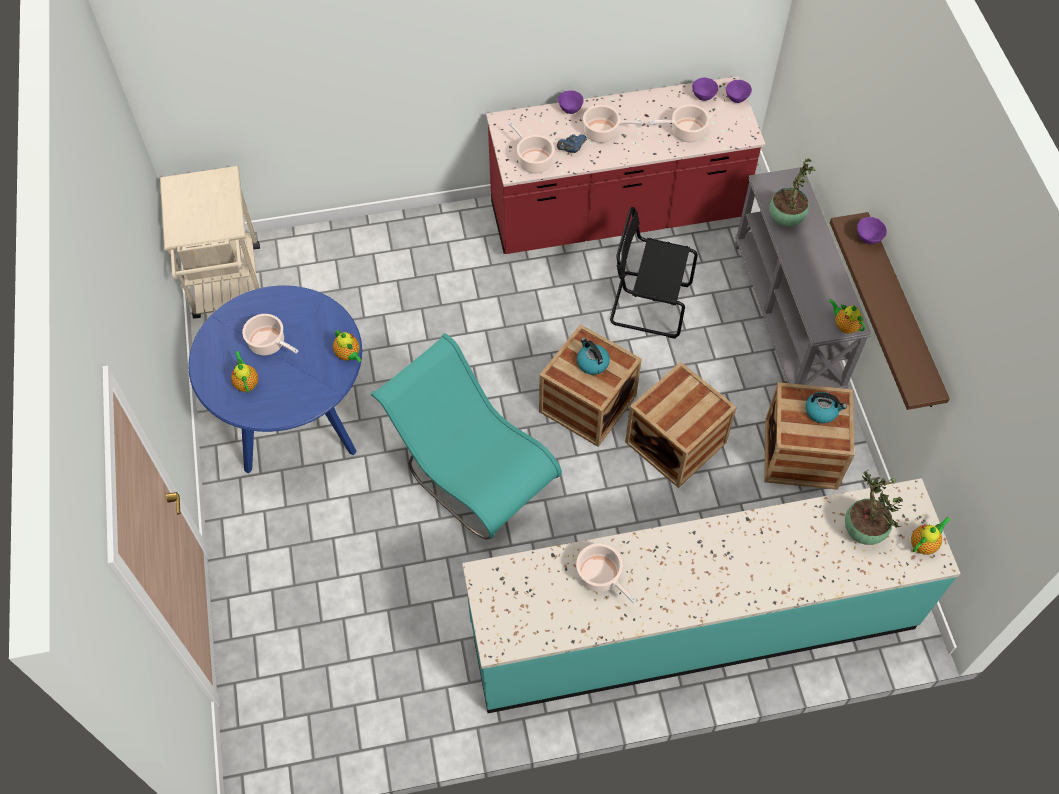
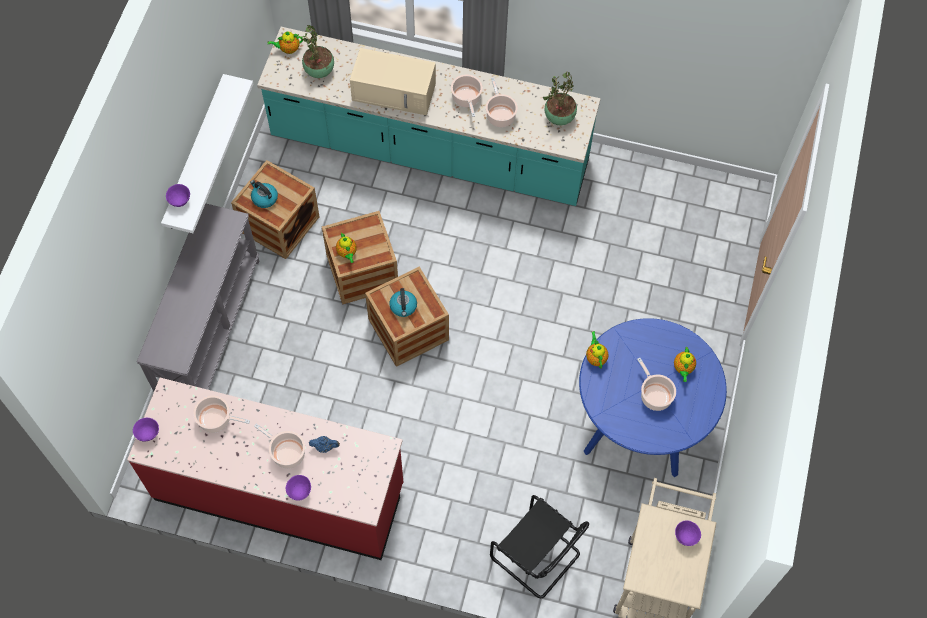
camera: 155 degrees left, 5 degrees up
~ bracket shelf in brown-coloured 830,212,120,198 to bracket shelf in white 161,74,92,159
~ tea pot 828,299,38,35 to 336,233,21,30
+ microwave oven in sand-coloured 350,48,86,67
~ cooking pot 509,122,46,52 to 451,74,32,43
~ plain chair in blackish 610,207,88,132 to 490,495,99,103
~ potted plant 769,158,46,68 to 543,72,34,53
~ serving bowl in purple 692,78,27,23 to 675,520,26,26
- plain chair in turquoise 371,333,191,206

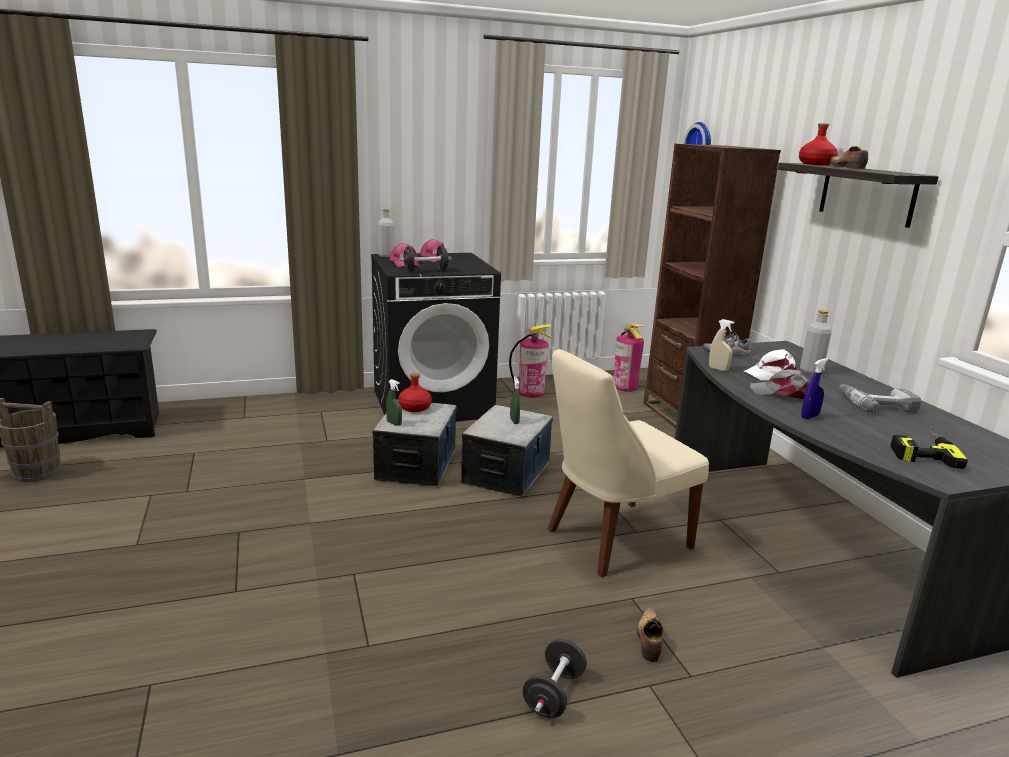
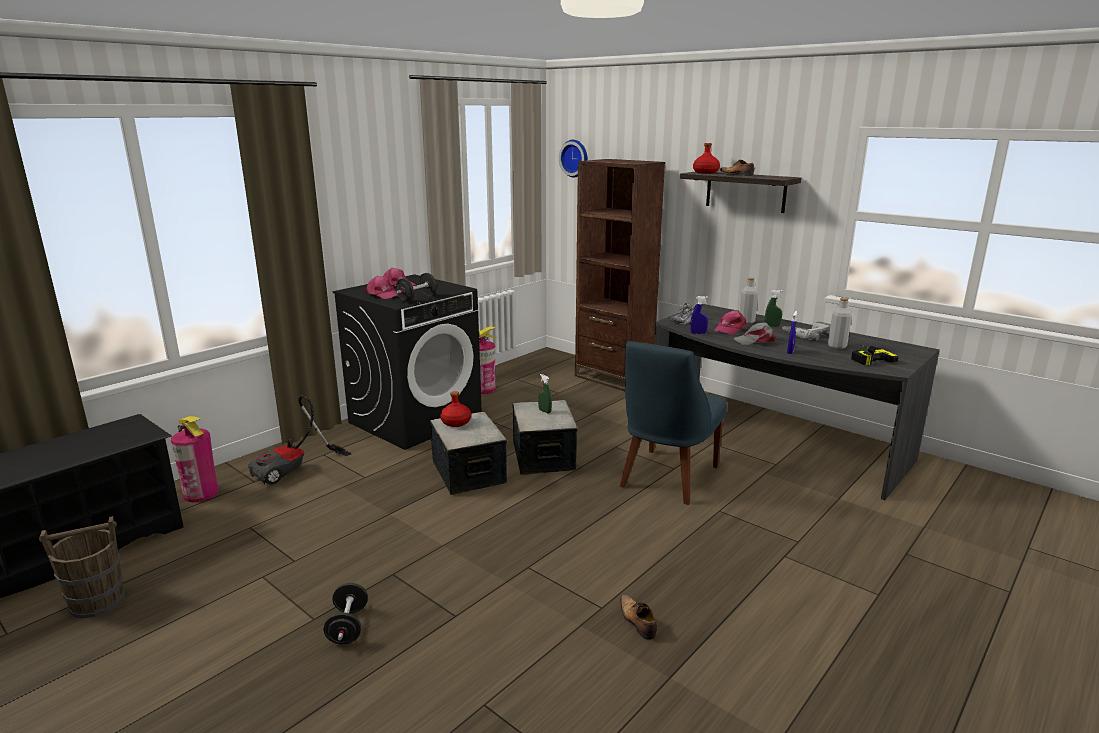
camera: 30 degrees left, 0 degrees up
~ extinguisher 613,324,31,68 to 170,416,49,86
+ vacuum cleaner 248,395,103,90
~ dumbbell in blackish 523,639,64,79 to 324,583,44,61
~ plain chair in sand-coloured 548,349,161,228 to plain chair in blue 620,341,107,164
~ shoe 637,608,27,54 to 620,595,37,45
~ spray bottle in sand-coloured 709,319,25,52 to spray bottle in blue 690,296,18,38
~ cap in white 743,349,53,31 to cap in pink-coloured 714,310,32,25
~ spray bottle in green-coloured 386,379,16,47 to 765,290,18,37
~ beverage bottle in greyish 378,209,17,48 to 828,298,24,51

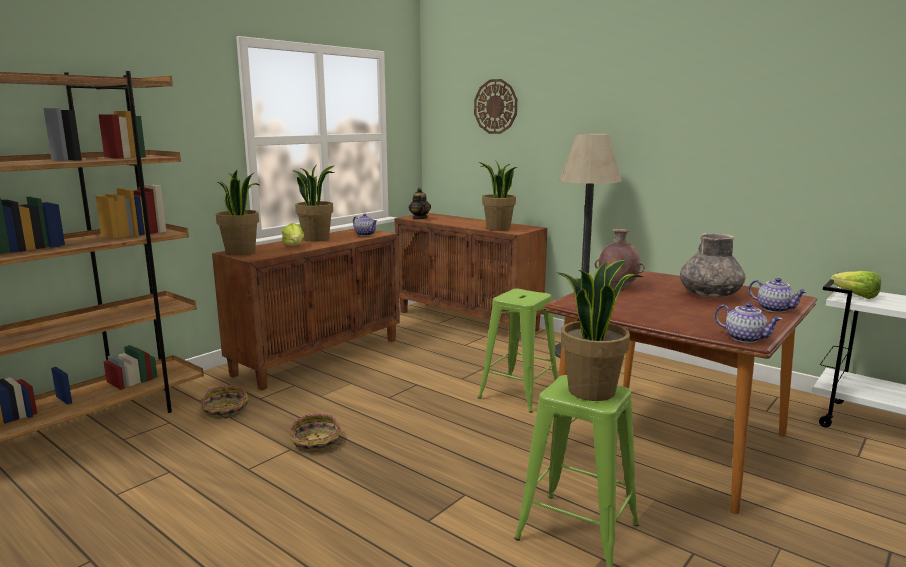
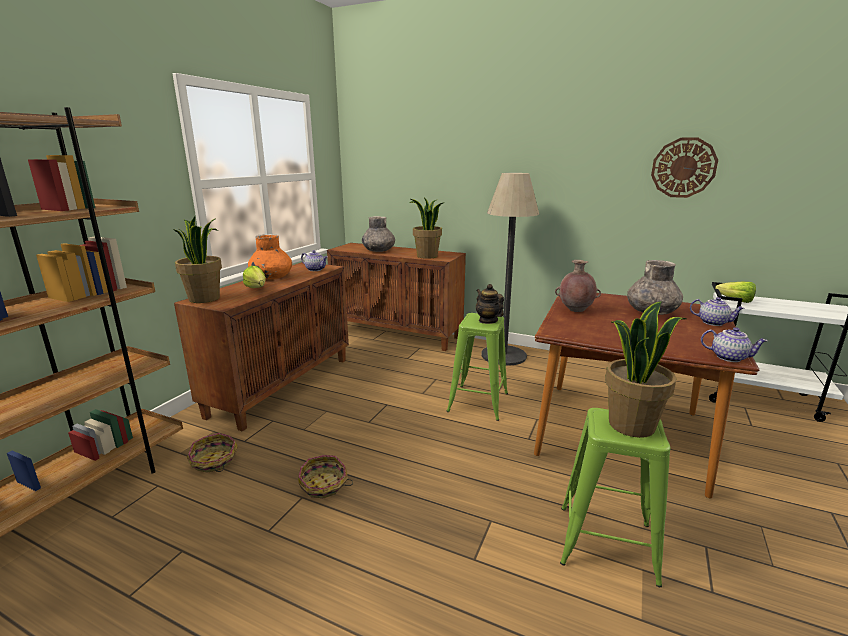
camera: 15 degrees left, 5 degrees up
~ potted plant 292,164,43,77 to decorative vase in orangey 248,234,44,45
+ decorative vase in greyish 362,216,33,36
~ tea pot 408,188,23,32 to 476,284,28,40
~ hanging clock 474,79,43,55 to 651,137,67,61

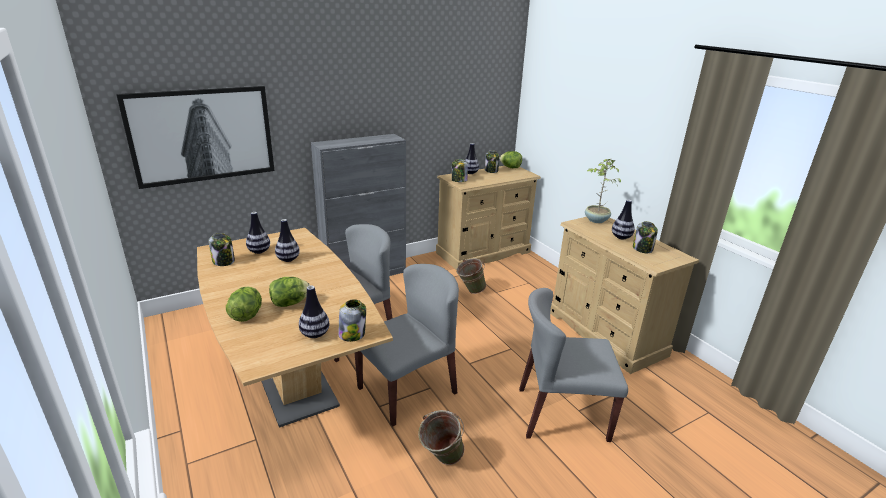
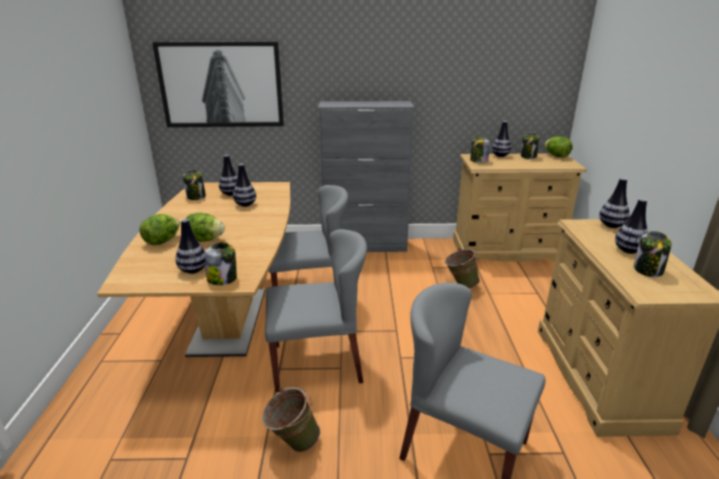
camera: 30 degrees right, 0 degrees up
~ potted plant 585,158,36,65 to decorative vase 599,178,31,50

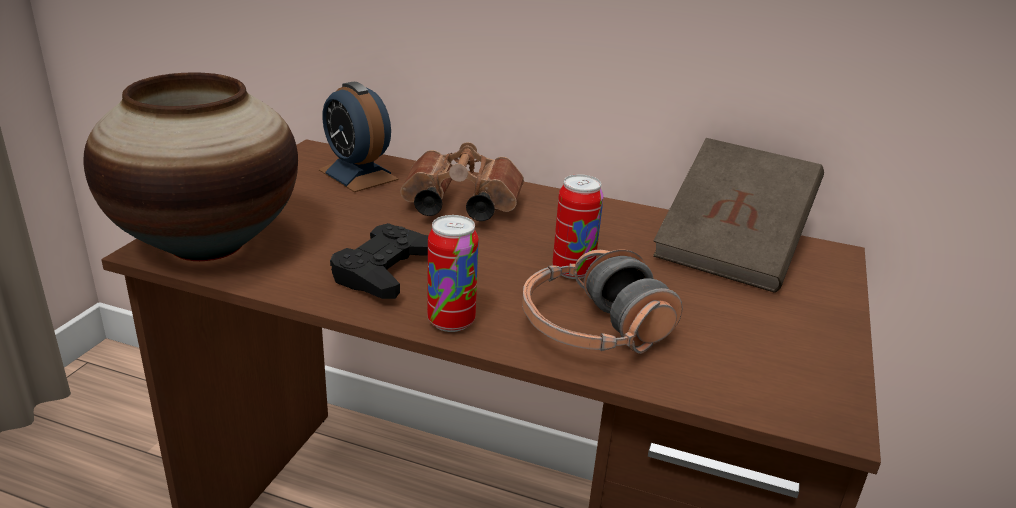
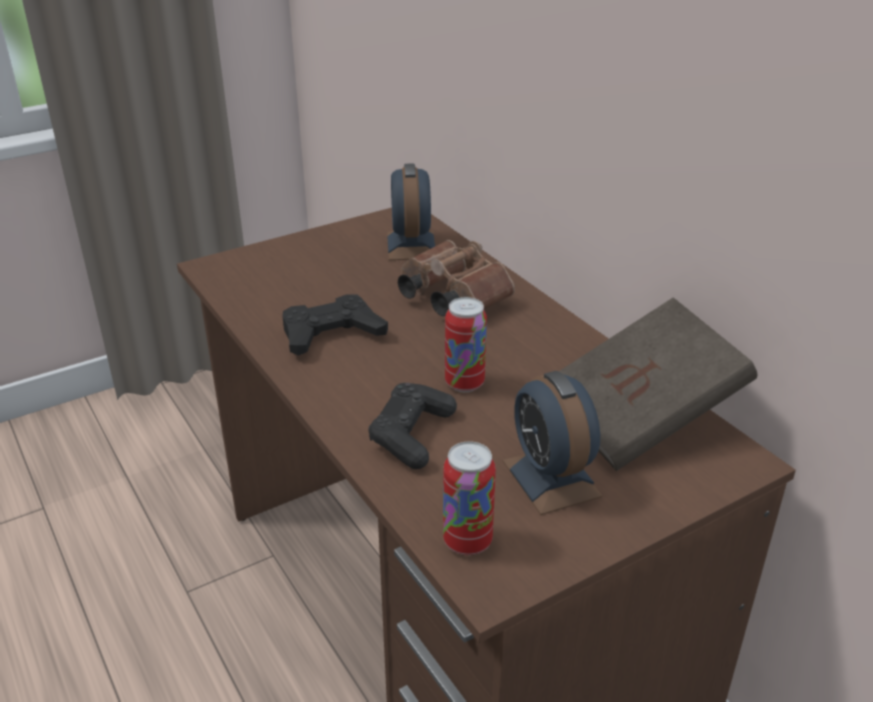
camera: 40 degrees right, 5 degrees up
~ headphones 522,250,161,104 to joypad in blackish 368,383,89,86
~ can 427,215,52,117 to 443,441,53,114
+ table clock 503,371,100,144
- decorative vase 83,72,215,189

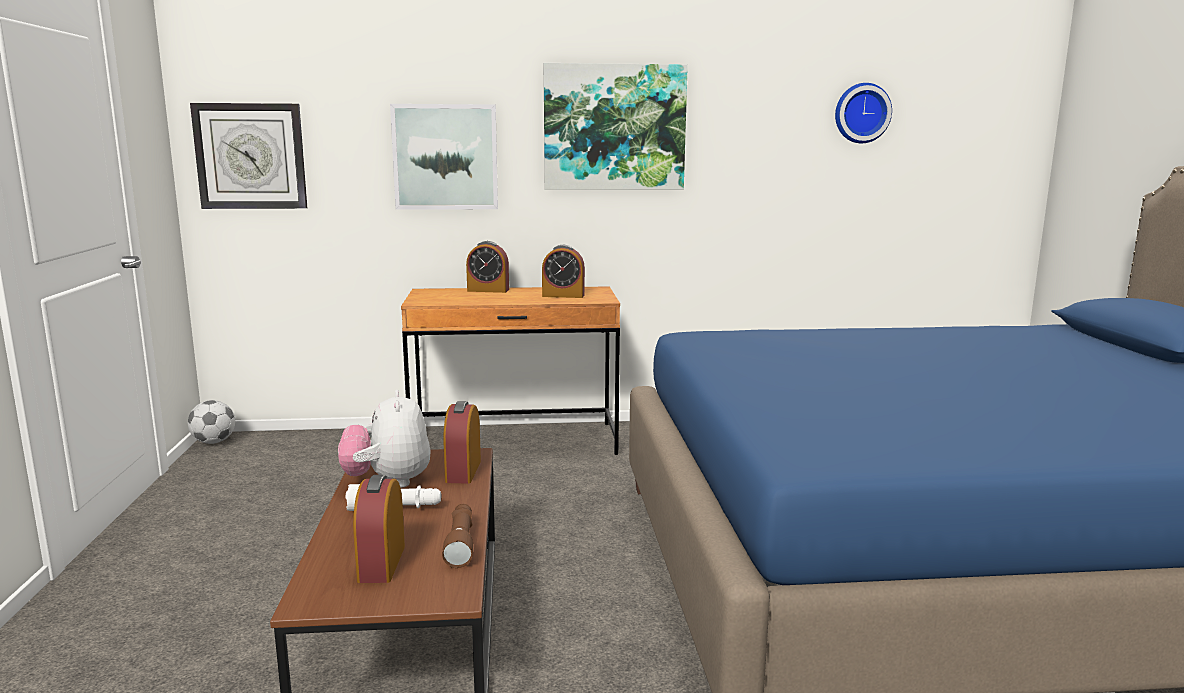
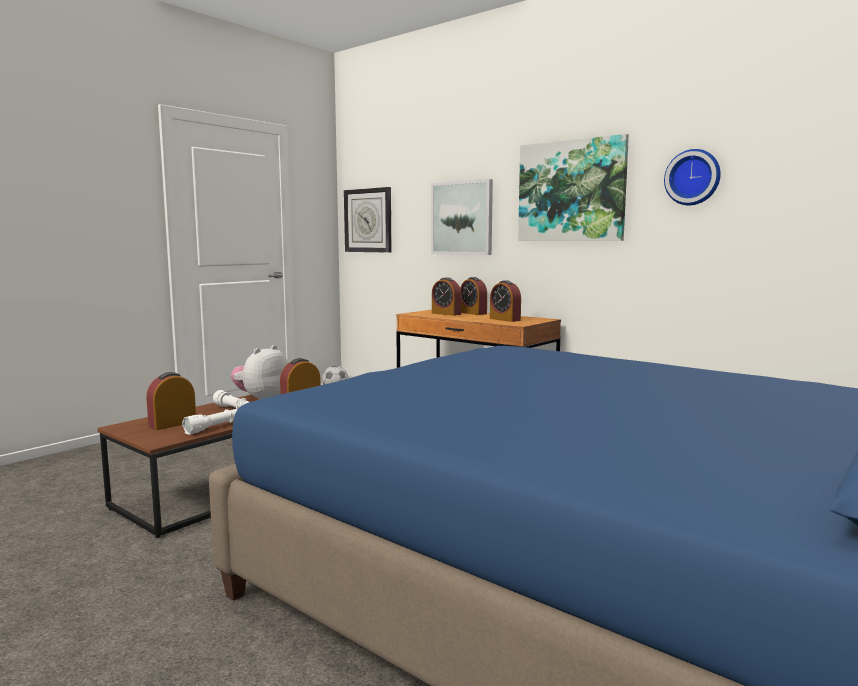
camera: 45 degrees right, 5 degrees down
~ torch in brown-coloured 442,504,31,64 to torch in white 182,409,55,26
+ table clock 432,277,29,39
~ hanging clock 835,83,57,60 to 664,149,57,56

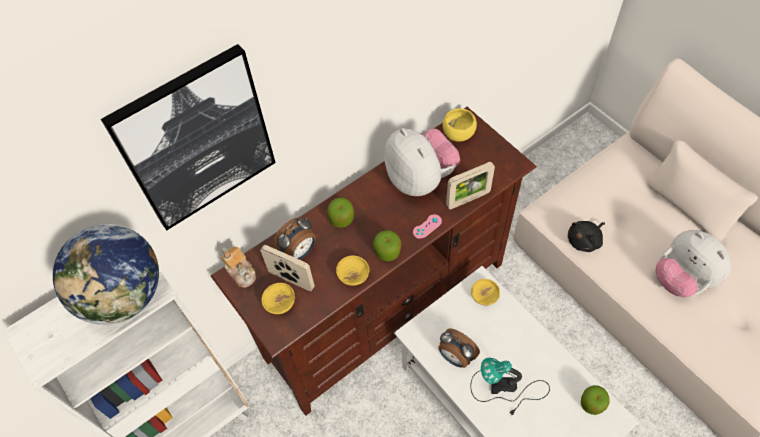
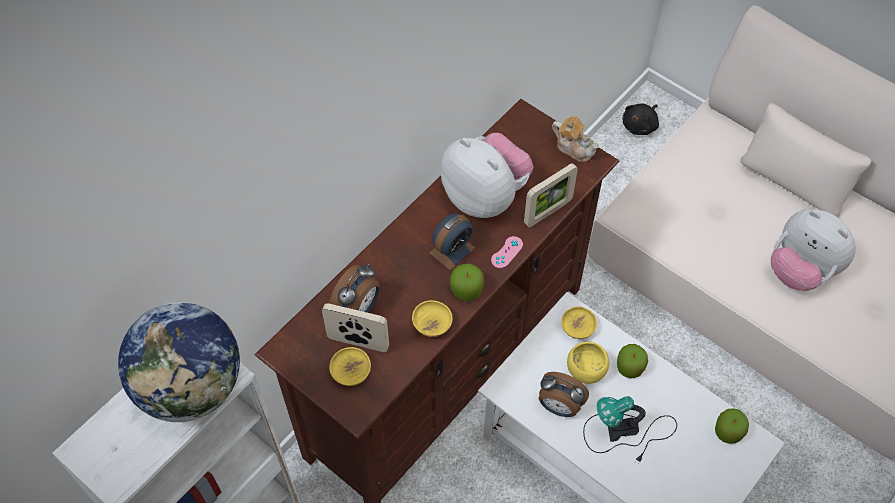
camera: 15 degrees left, 0 degrees up
+ table clock 429,213,46,57
~ tea pot 221,247,35,41 to 552,116,47,46
~ serving bowl in yellow-coloured 443,108,34,34 to 567,342,42,42
~ whole apple 327,197,27,31 to 617,344,31,34
~ soft toy in blackish 568,221,37,31 to 622,103,37,32
- wall picture 101,44,175,186

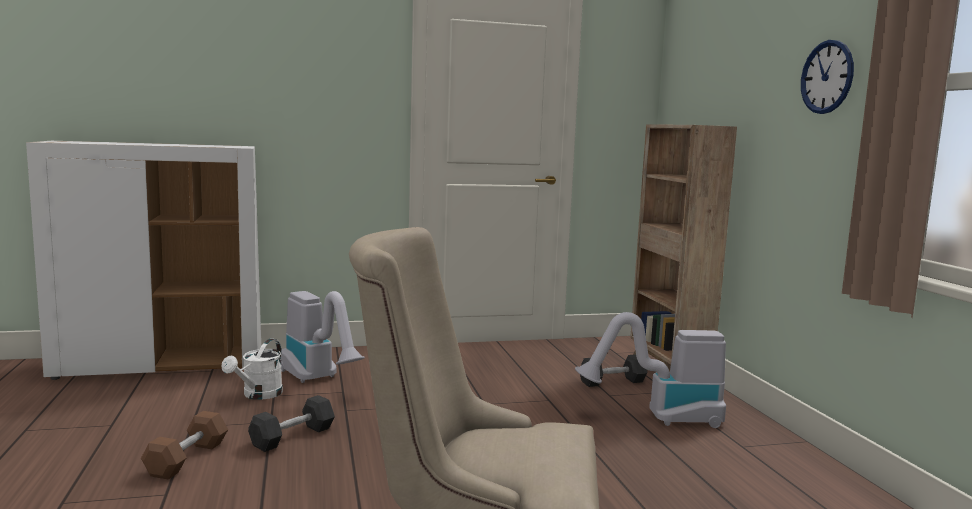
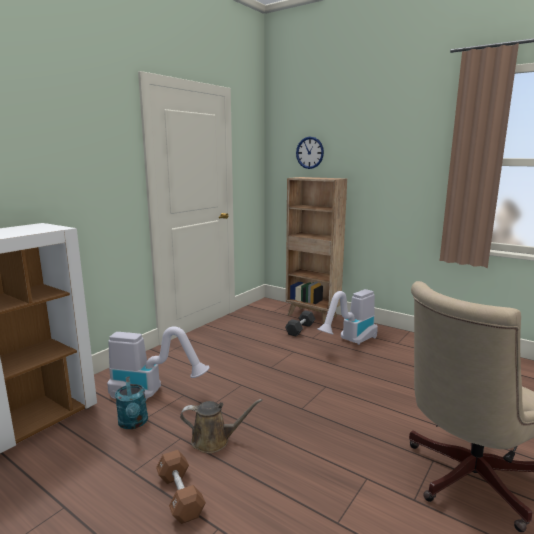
camera: 40 degrees left, 5 degrees up
~ watering pot in white 221,338,62,62 to watering pot in turquoise 115,376,33,53
~ dumbbell in blackish 248,395,87,57 to watering pot in brown-coloured 180,399,82,54
~ hanging clock 801,40,53,74 to 296,137,28,32

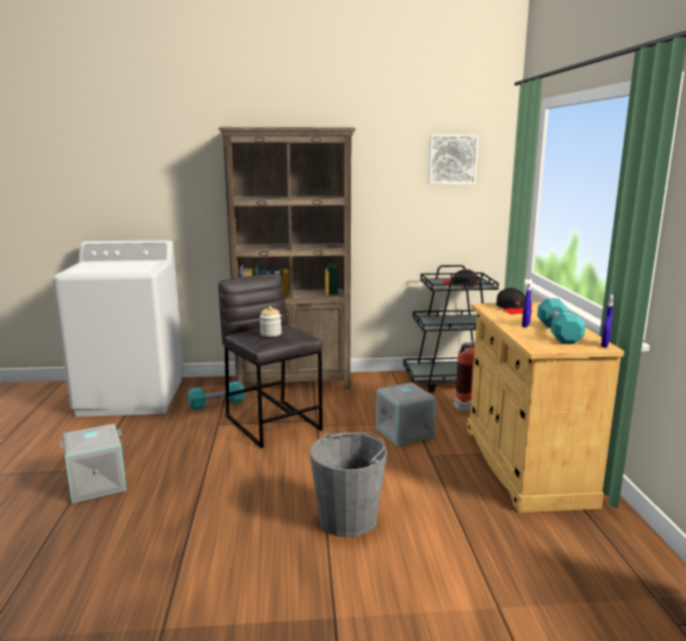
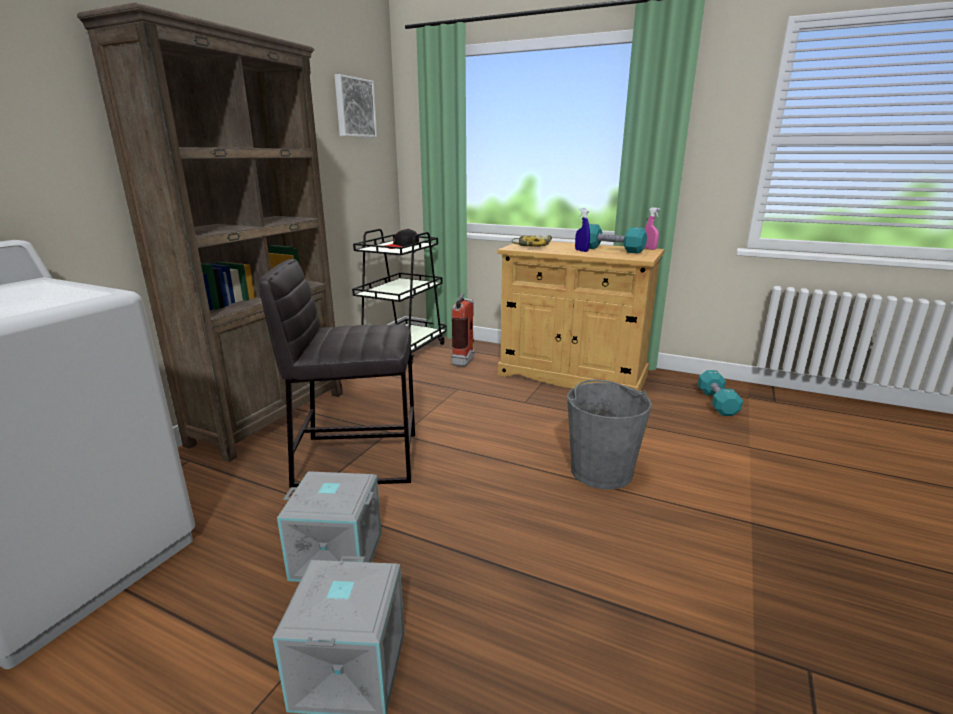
camera: 60 degrees left, 5 degrees up
~ storage bin in greyish 376,382,60,64 to 277,471,105,111
~ cap in blackish 496,287,30,28 to power drill 512,235,40,12
~ spray bottle in blue 601,294,12,53 to spray bottle in pink-coloured 645,207,15,43
~ dumbbell in turquoise 188,381,57,29 to 698,370,45,46
- storage jar 260,306,22,31

